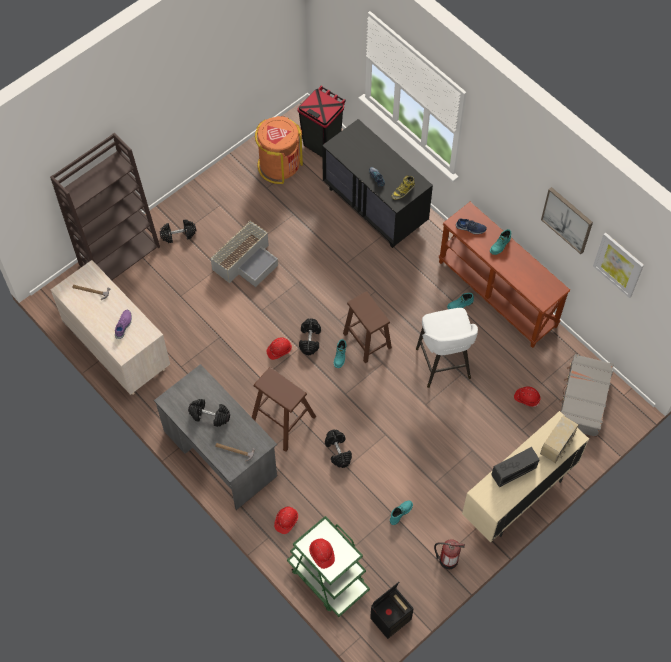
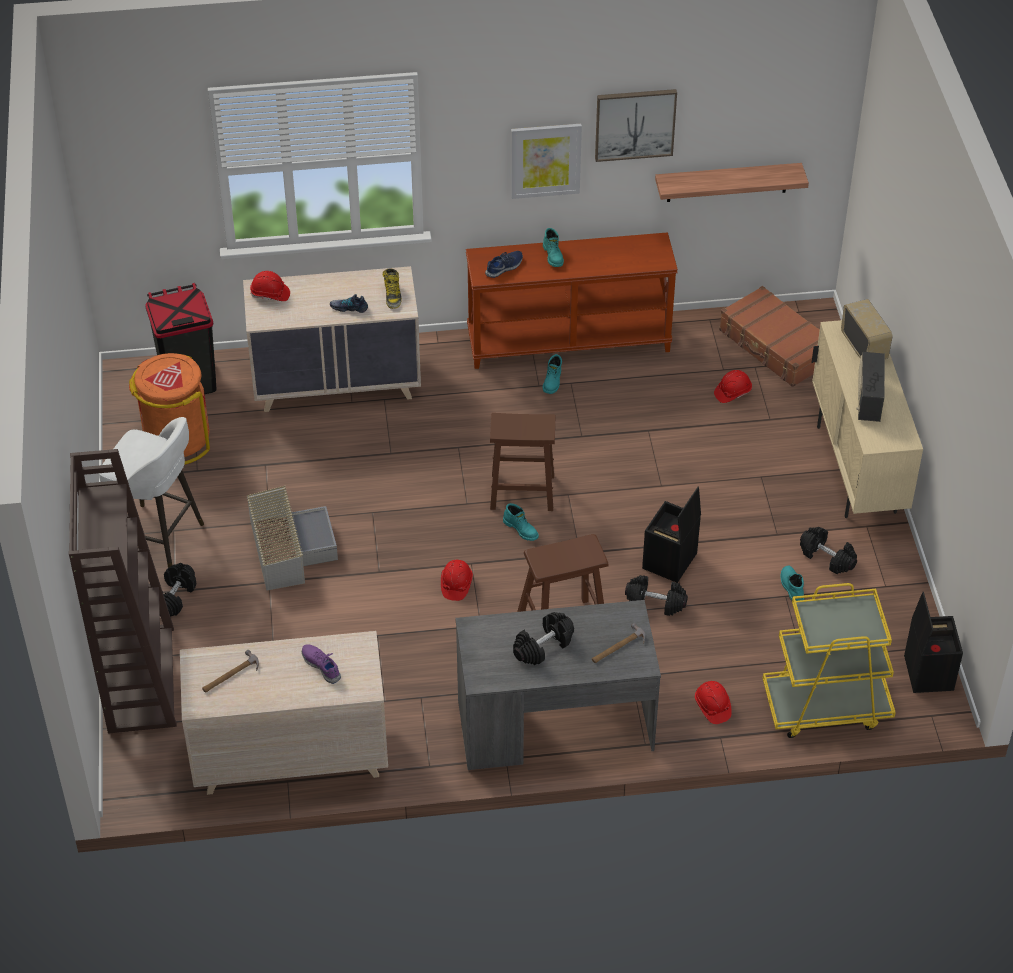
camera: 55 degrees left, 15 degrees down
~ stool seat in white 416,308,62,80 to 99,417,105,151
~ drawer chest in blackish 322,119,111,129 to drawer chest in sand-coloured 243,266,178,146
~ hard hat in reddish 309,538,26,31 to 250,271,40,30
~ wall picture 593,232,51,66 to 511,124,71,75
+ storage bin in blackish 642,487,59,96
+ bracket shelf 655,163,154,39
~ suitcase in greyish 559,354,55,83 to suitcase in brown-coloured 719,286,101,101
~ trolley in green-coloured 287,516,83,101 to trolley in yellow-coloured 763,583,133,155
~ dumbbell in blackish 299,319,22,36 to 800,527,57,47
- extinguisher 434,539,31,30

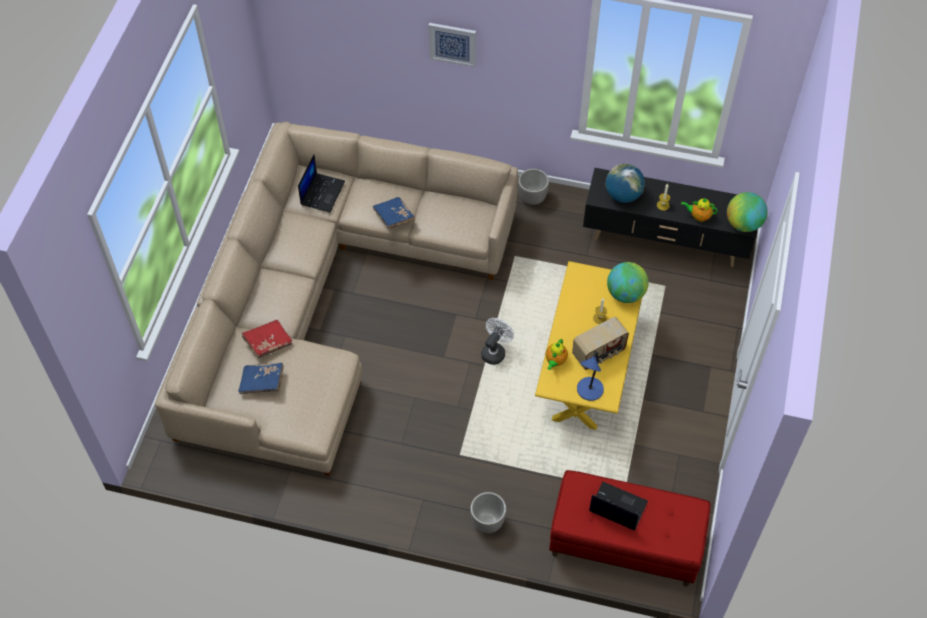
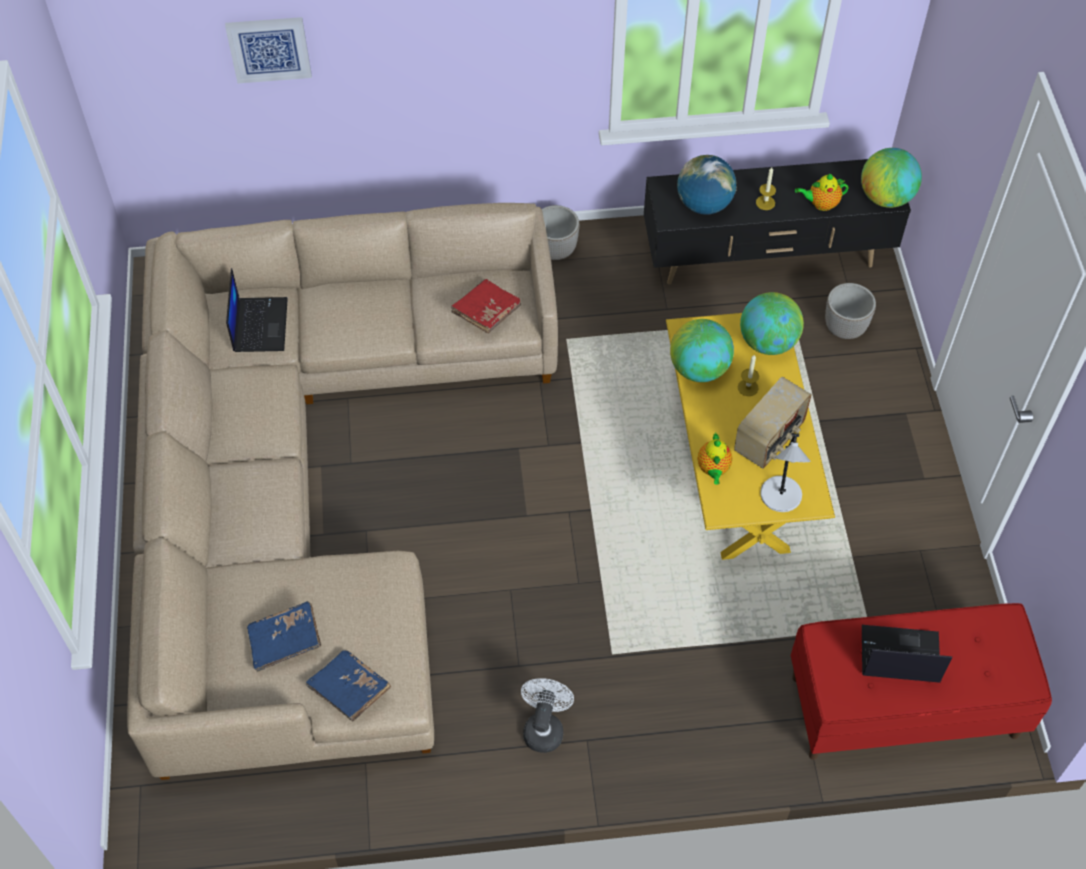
camera: 20 degrees left, 0 degrees up
~ wall picture 428,23,48,44 to 225,17,87,66
~ volume in blue 372,197,43,32 to 306,650,85,71
~ volume in reddish 242,320,50,38 to 451,279,70,54
~ electric fan in white 481,318,33,47 to 521,678,53,75
+ globe 670,319,64,63
~ table lamp in blue 577,351,27,50 to table lamp in greyish 760,433,50,79
~ flower pot 470,492,37,41 to 825,283,51,56

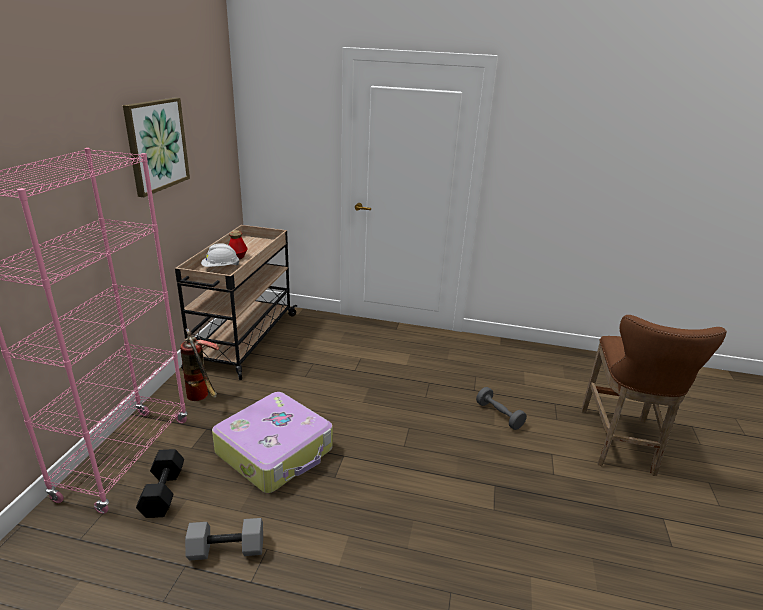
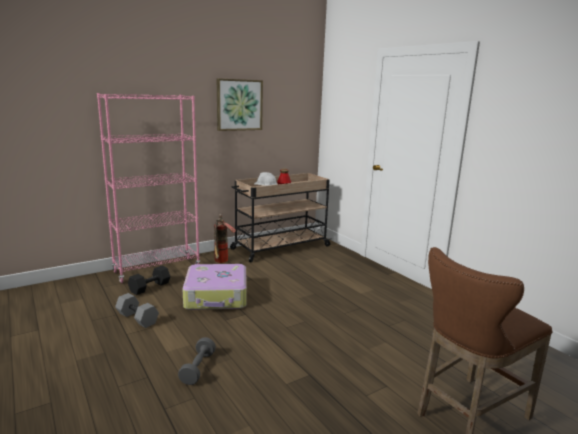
camera: 45 degrees right, 10 degrees down
~ dumbbell in greyish 476,387,50,43 to 178,337,38,48

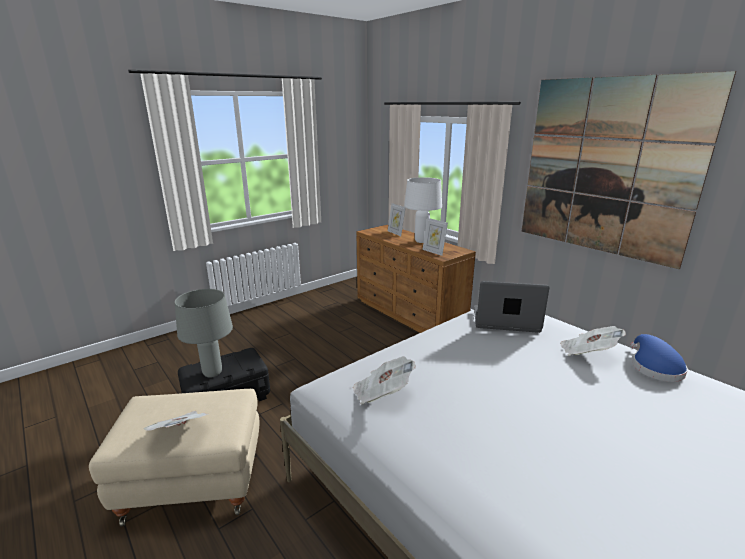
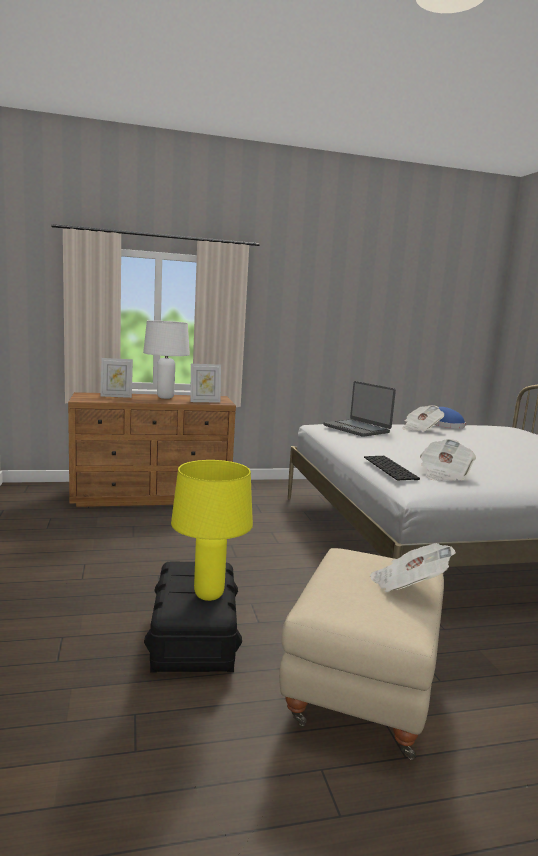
camera: 65 degrees left, 10 degrees down
~ table lamp in greyish 175,289,58,88 to table lamp in yellow-coloured 171,460,82,141
~ laptop 474,281,76,52 = 323,381,73,56 75 degrees counterclockwise
+ PC keyboard 364,456,56,24
- wall picture 522,71,214,198

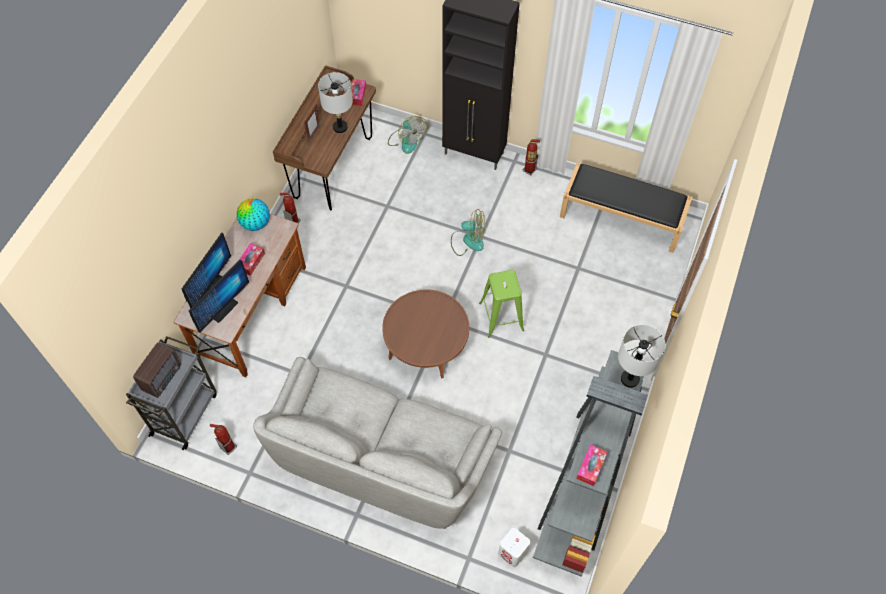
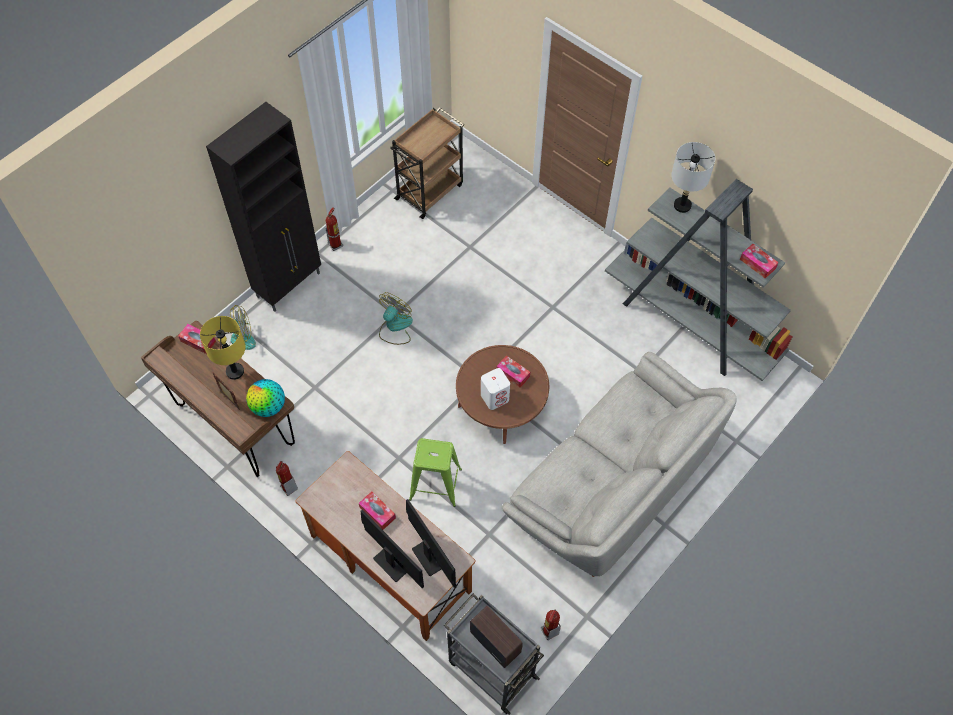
camera: 70 degrees left, 0 degrees up
~ table lamp in greyish 318,72,35,61 to table lamp in yellow-coloured 200,316,46,64
~ globe 237,198,33,33 to 246,379,39,38
~ indoor bench in blackish 560,162,132,91 to trolley in brown-coloured 390,107,74,112
~ stool seat in green-coloured 479,270,45,68 to 409,438,53,69
~ loudspeaker in white 498,528,32,39 to 481,368,29,42
+ tissue box 497,355,33,33

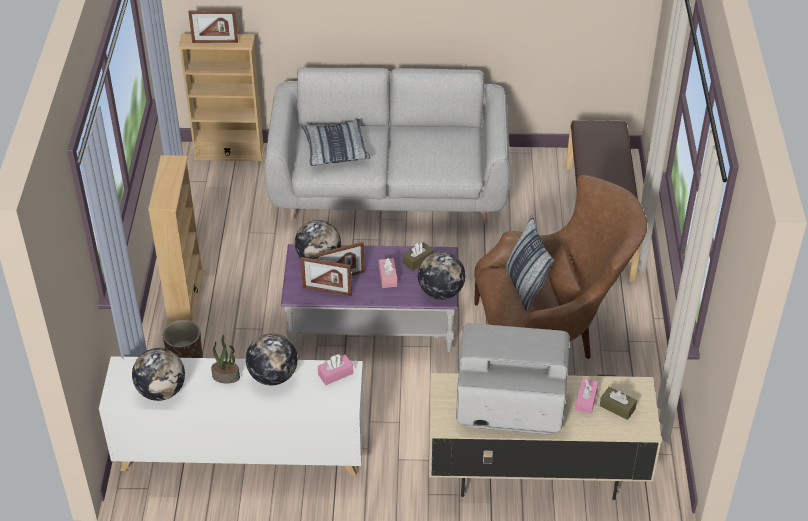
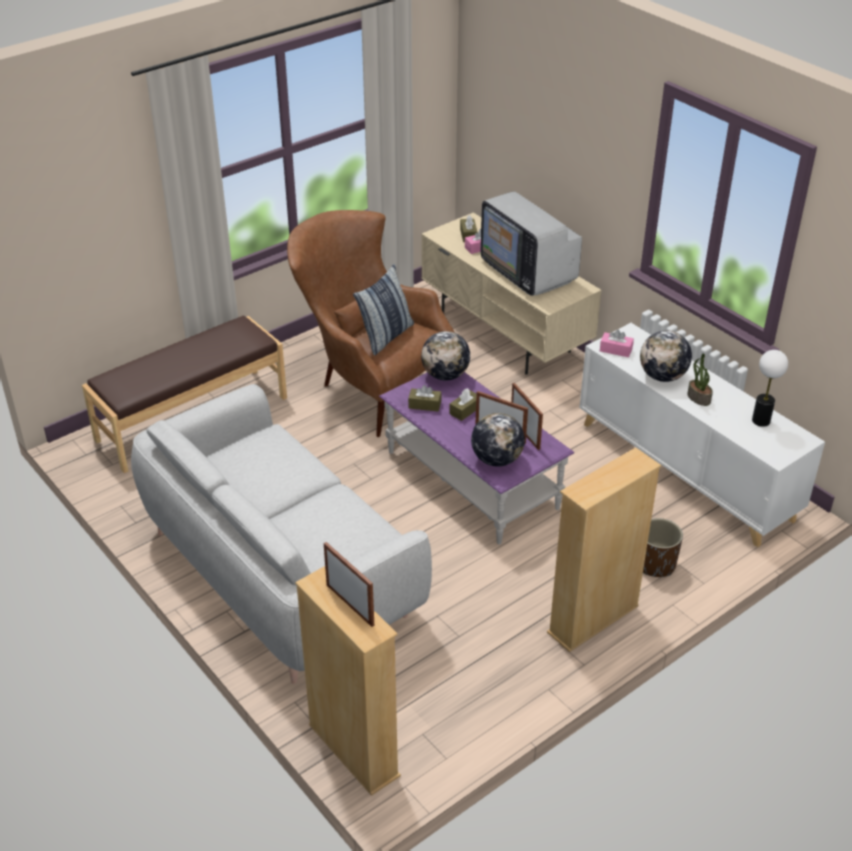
camera: 130 degrees left, 5 degrees down
~ tissue box in pink-coloured 379,258,18,30 to tissue box in brown-coloured 449,388,27,33
~ globe 132,348,53,53 to table lamp 752,350,36,77
- throw pillow 302,119,69,47

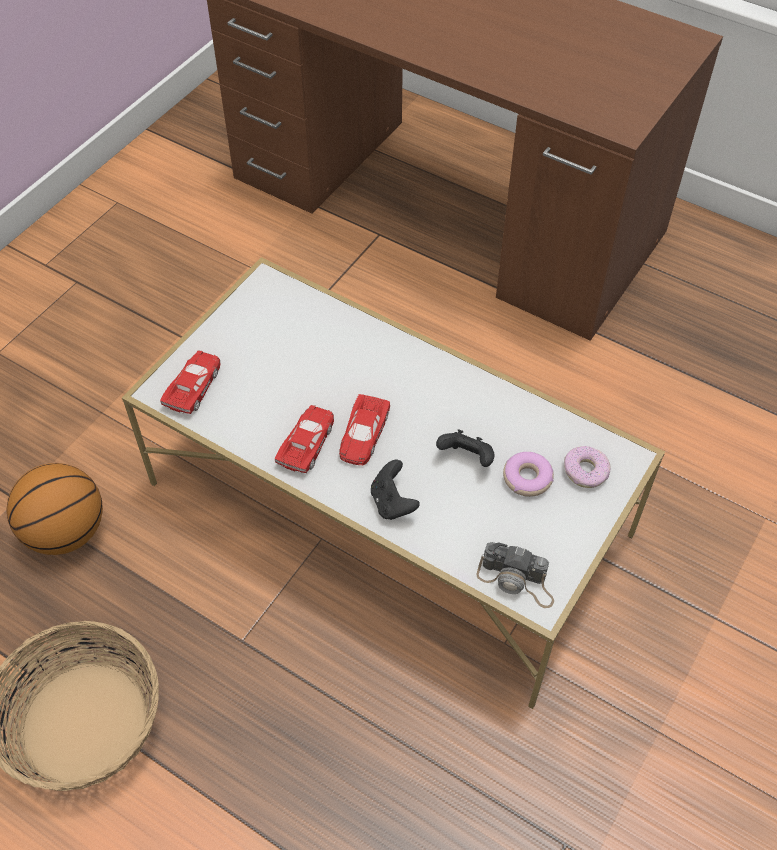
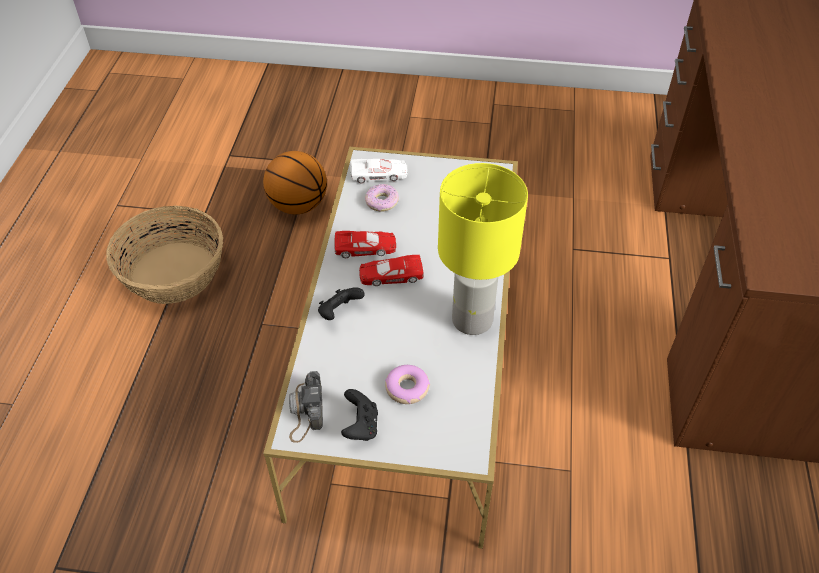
camera: 65 degrees right, 5 degrees down
~ joypad in blackish 436,429,59,38 to 341,389,37,52
~ miniature car in reddish 160,350,60,64 to miniature car in white 351,159,56,25
~ doughnut 564,446,47,42 to 365,184,34,27
+ table lamp in yellow-coloured 438,163,90,172

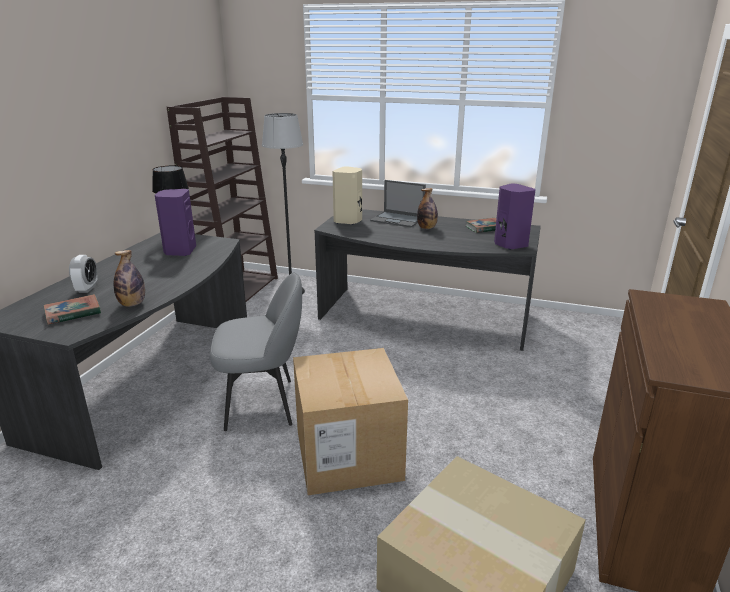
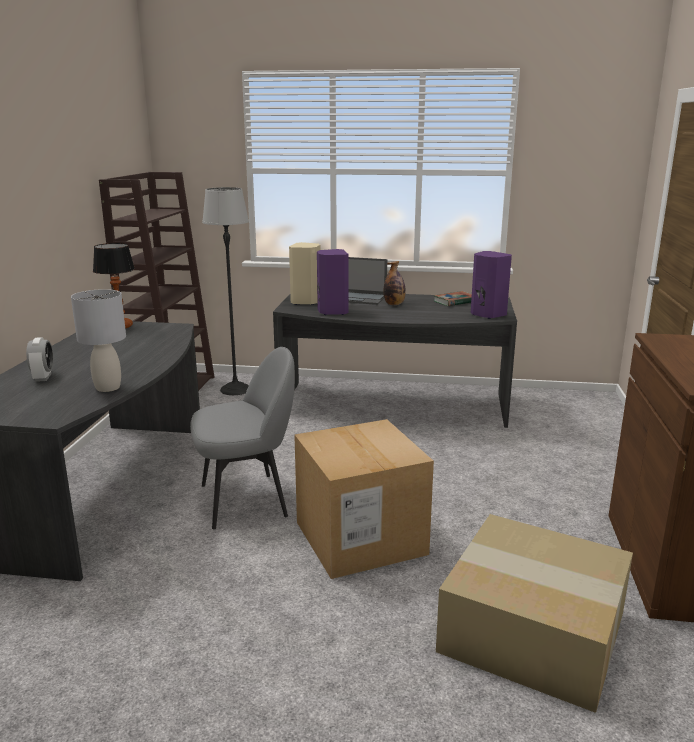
camera: 10 degrees left, 5 degrees down
~ beverage bottle 114,250,31,57 to table lamp in greyish 71,289,55,103
~ loudspeaker in purple 155,189,41,67 to 317,249,31,66
- volume 44,294,57,31

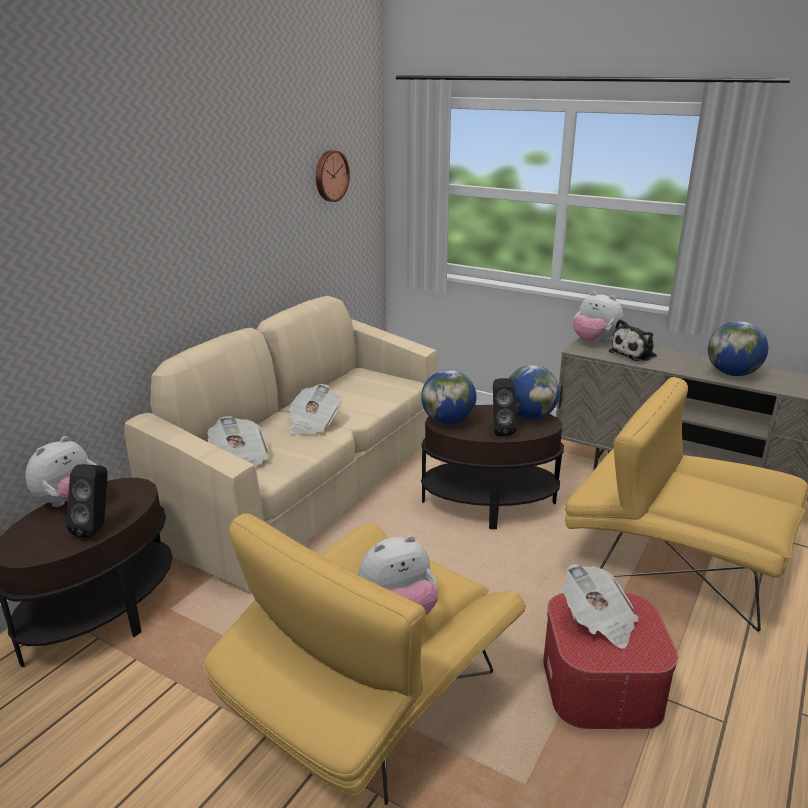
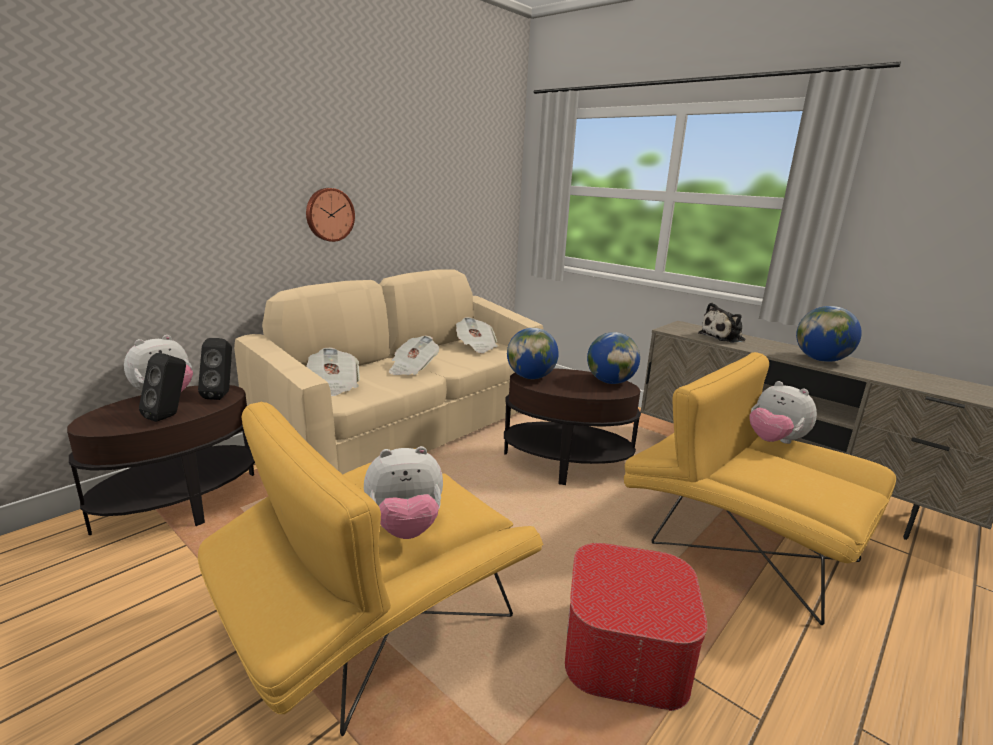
camera: 10 degrees right, 5 degrees down
~ loudspeaker in blackish 493,378,24,58 to 198,338,34,62
~ hanging clock 316,150,34,52 to 306,188,49,54
~ newspaper 562,564,77,84 to 456,317,42,36
~ soft toy 573,292,50,50 to 749,381,68,63

